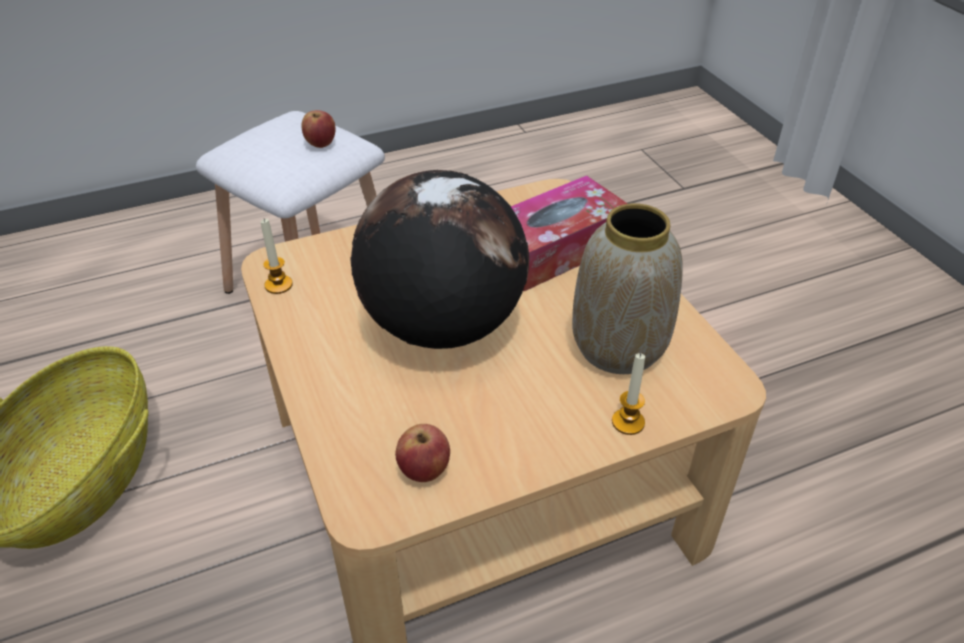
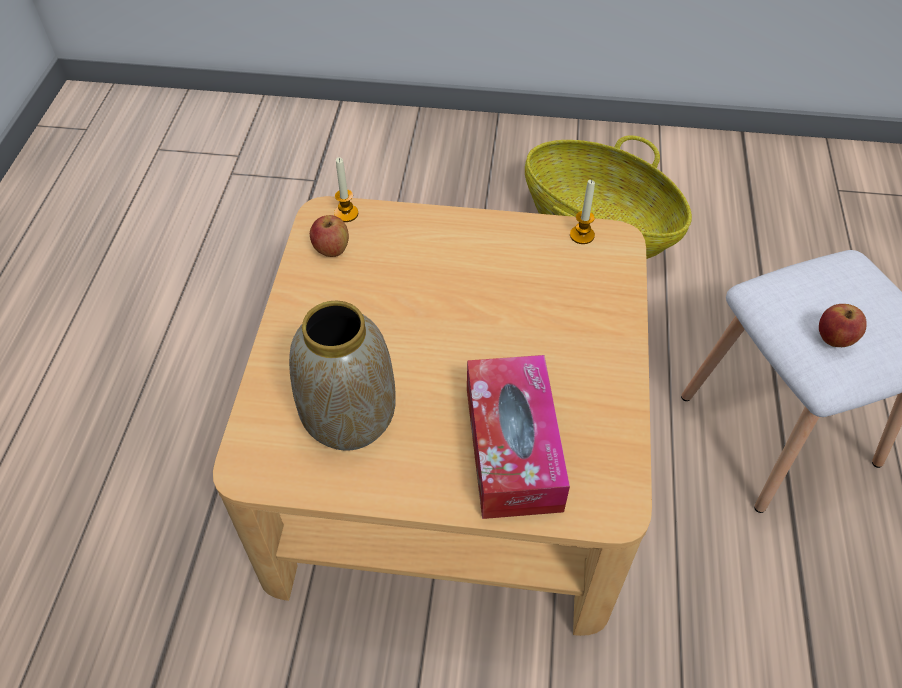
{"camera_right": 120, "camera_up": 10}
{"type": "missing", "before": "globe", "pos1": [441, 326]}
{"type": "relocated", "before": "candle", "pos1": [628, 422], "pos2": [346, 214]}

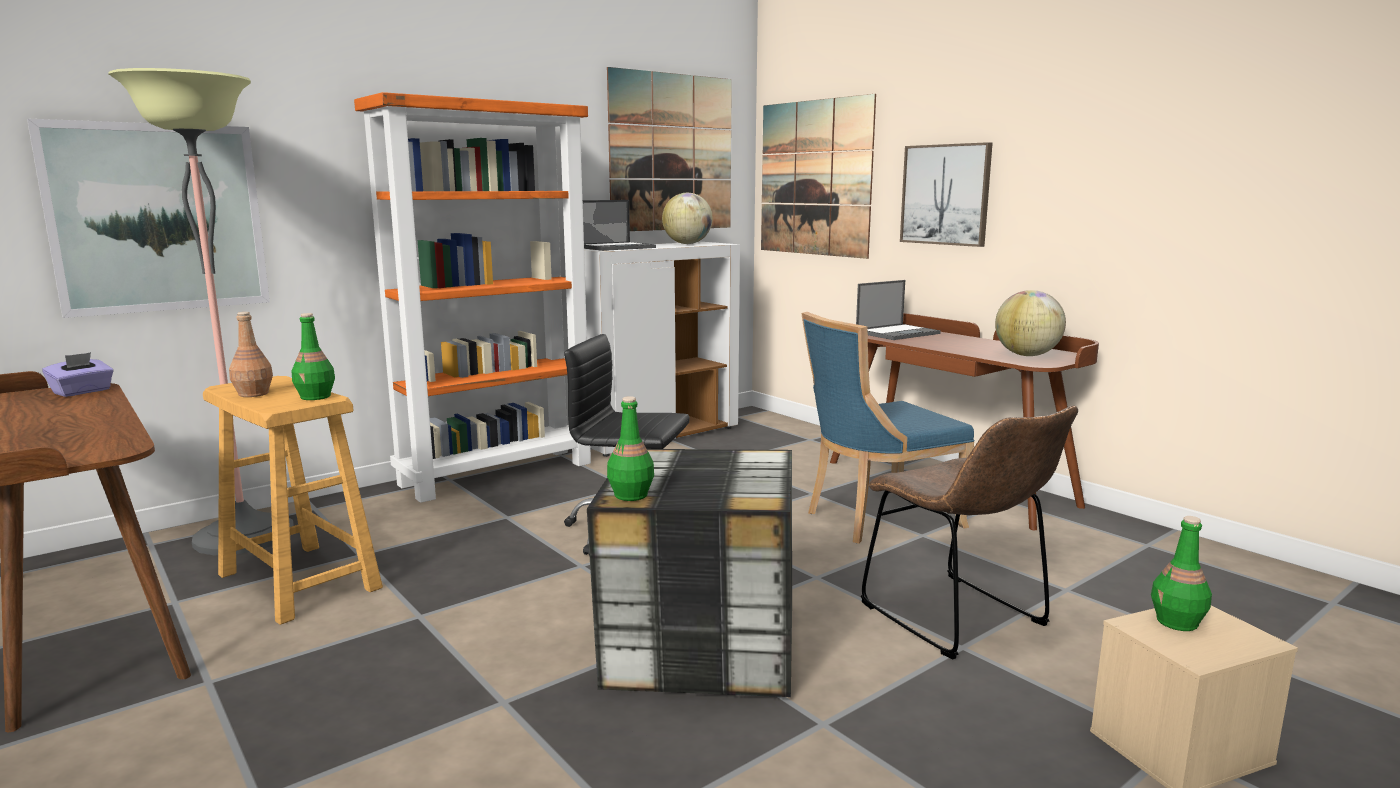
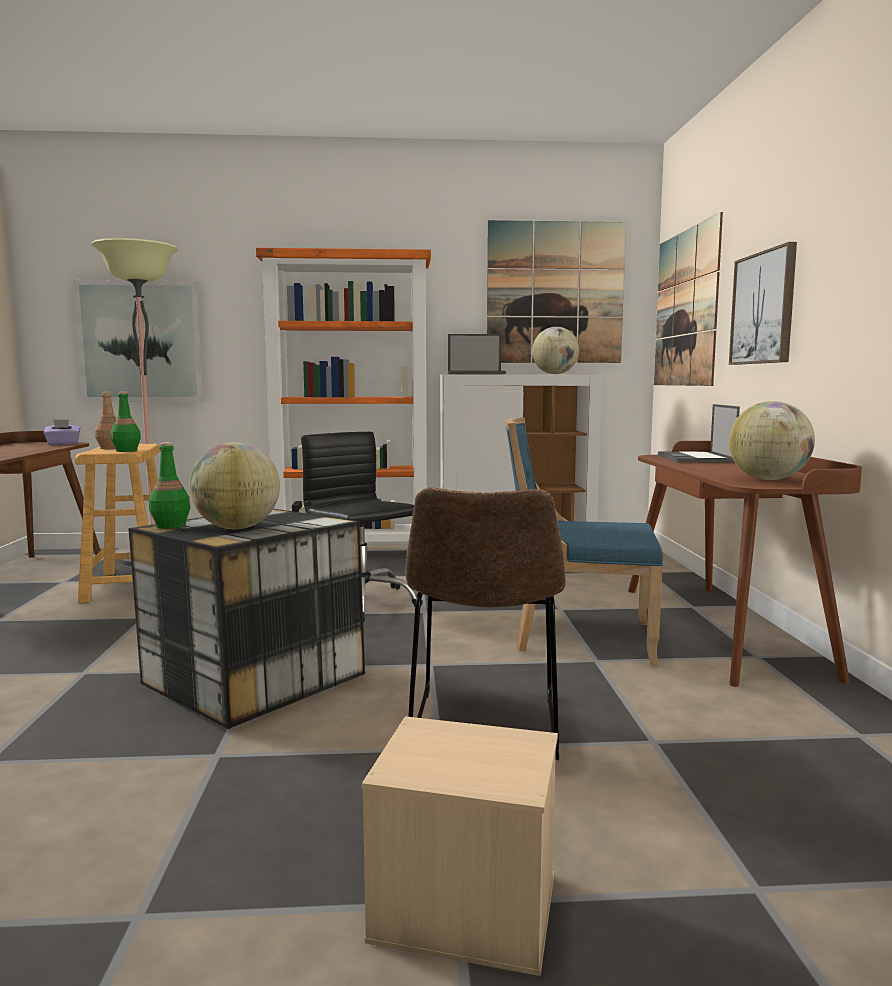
{"camera_right": 35, "camera_up": -5}
{"type": "missing", "before": "bottle in green", "pos1": [1177, 622]}
{"type": "appeared", "after": "globe", "pos2": [237, 528]}
{"type": "spun", "before": "laptop", "pos1": [898, 333], "pos2": [696, 458], "turn": 90}

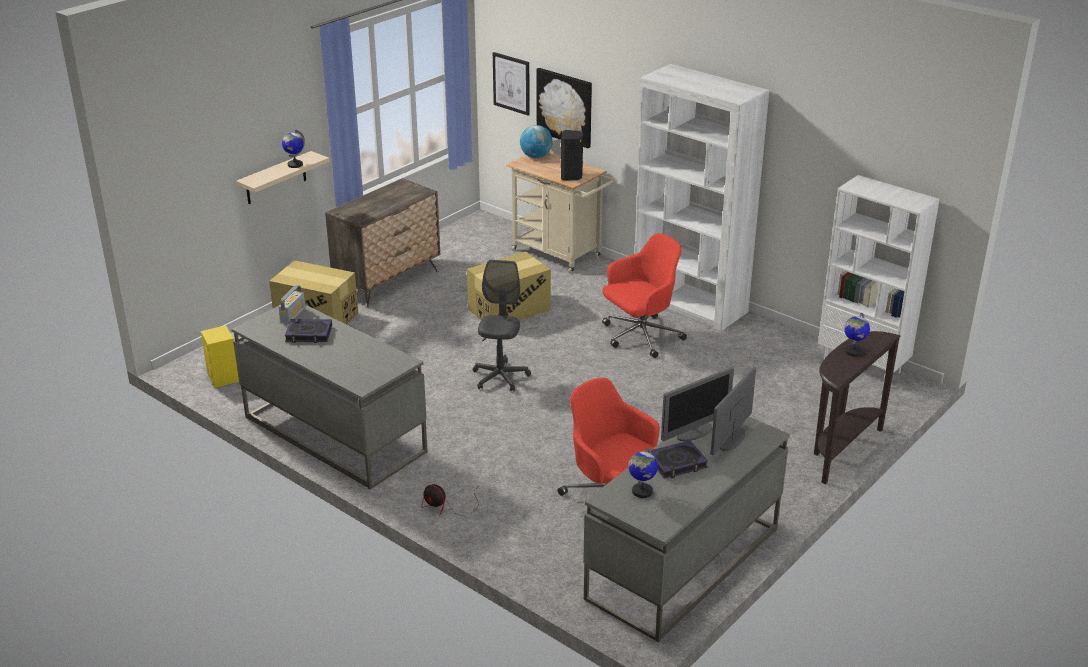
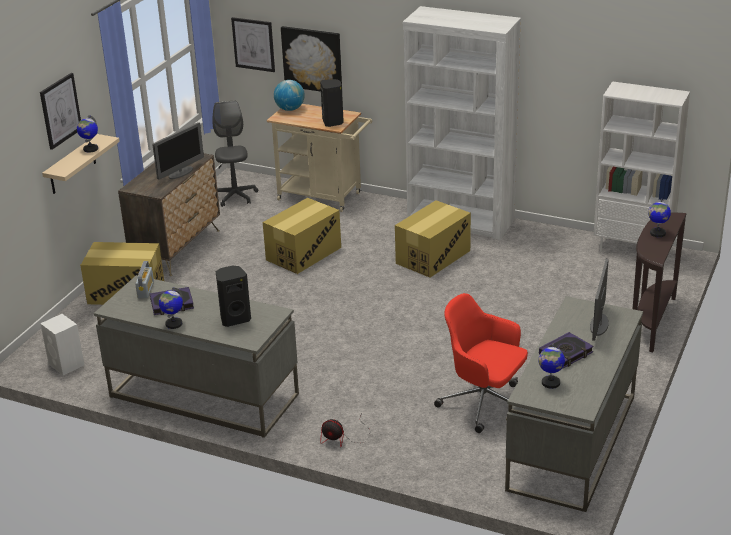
{"camera_right": -15, "camera_up": 0}
{"type": "appeared", "after": "picture", "pos2": [60, 110]}
{"type": "appeared", "after": "globe", "pos2": [173, 324]}
{"type": "appeared", "after": "speaker in black", "pos2": [234, 319]}
{"type": "relocated", "before": "office chair in grey", "pos1": [500, 377], "pos2": [235, 196]}
{"type": "relocated", "before": "monitor", "pos1": [695, 432], "pos2": [181, 173]}
{"type": "exchanged", "before": "office chair in red", "after": "cardboard box", "pos1": [640, 336], "pos2": [433, 257]}
{"type": "colour", "before": "speaker in yellow", "after": "speaker in white", "pos1": [223, 378], "pos2": [67, 365]}

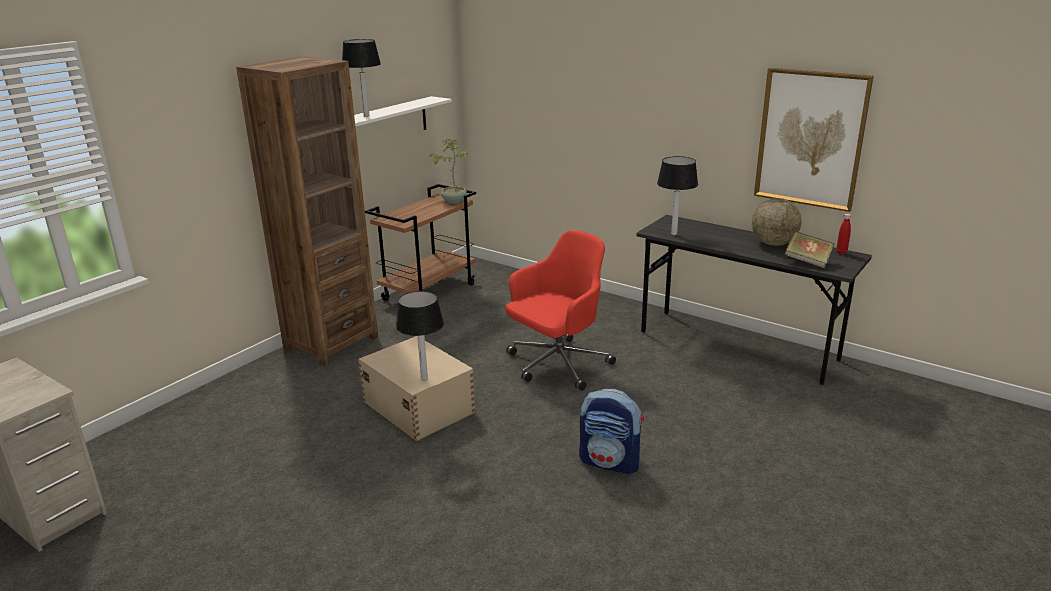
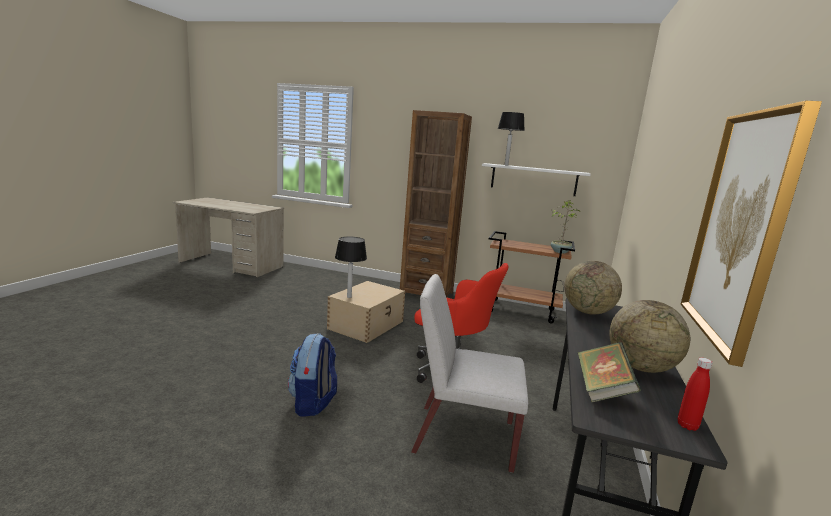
{"camera_right": 70, "camera_up": -10}
{"type": "appeared", "after": "chair in white", "pos2": [462, 437]}
{"type": "exchanged", "before": "table lamp", "after": "globe", "pos1": [674, 233], "pos2": [587, 312]}

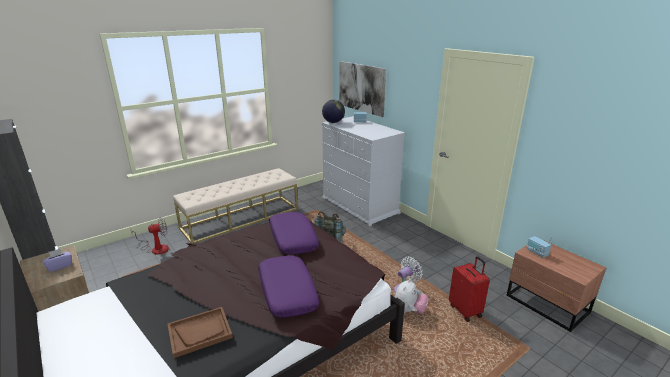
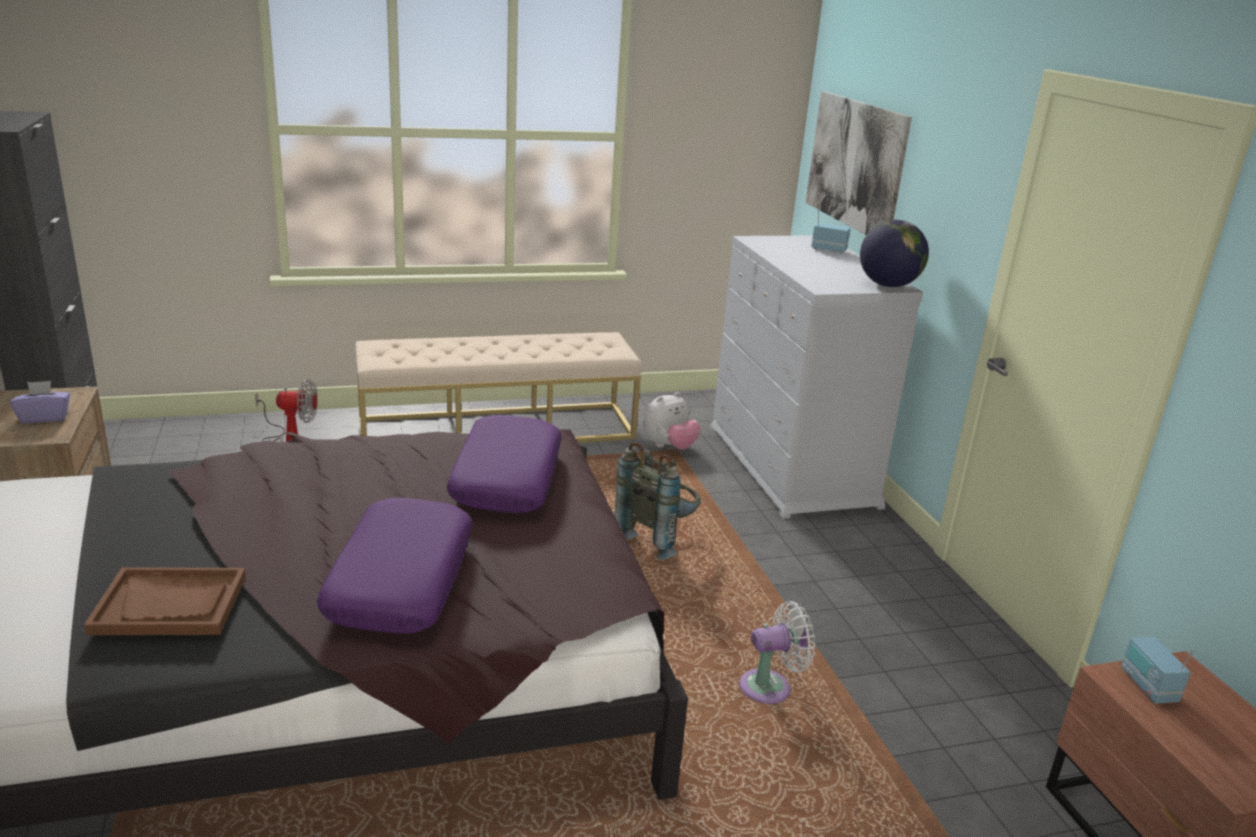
{"camera_right": 20, "camera_up": 0}
{"type": "missing", "before": "suitcase in red", "pos1": [465, 310]}
{"type": "relocated", "before": "globe", "pos1": [333, 122], "pos2": [888, 285]}
{"type": "relocated", "before": "plush toy", "pos1": [409, 311], "pos2": [669, 447]}

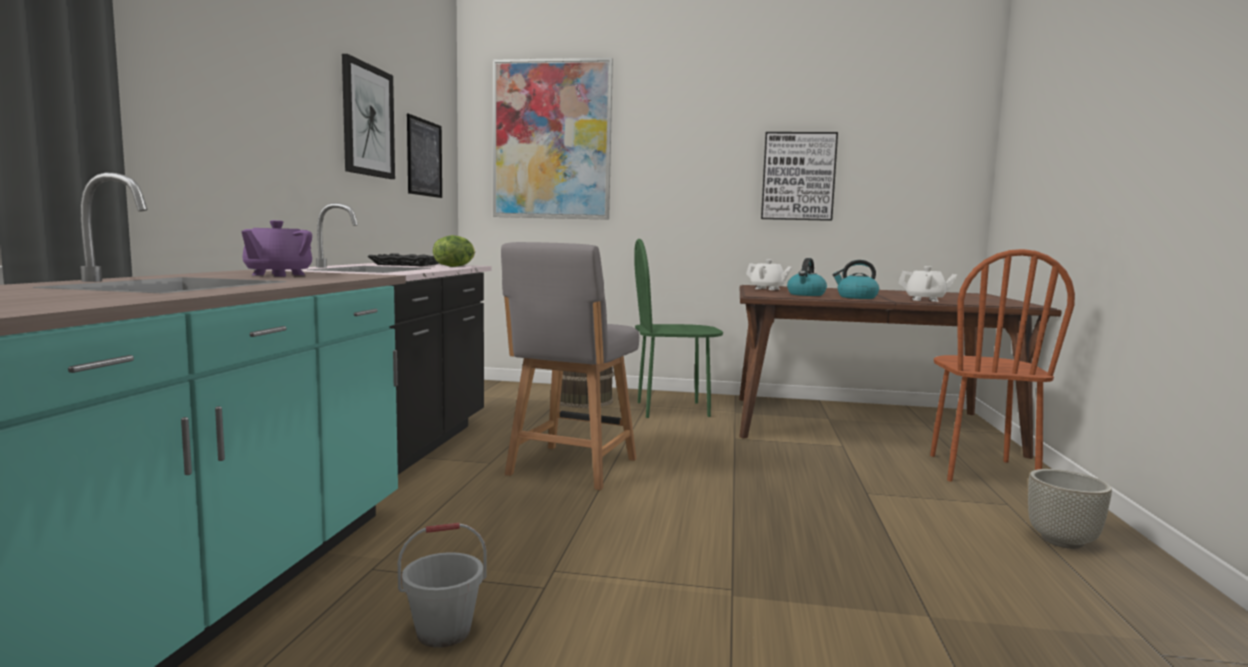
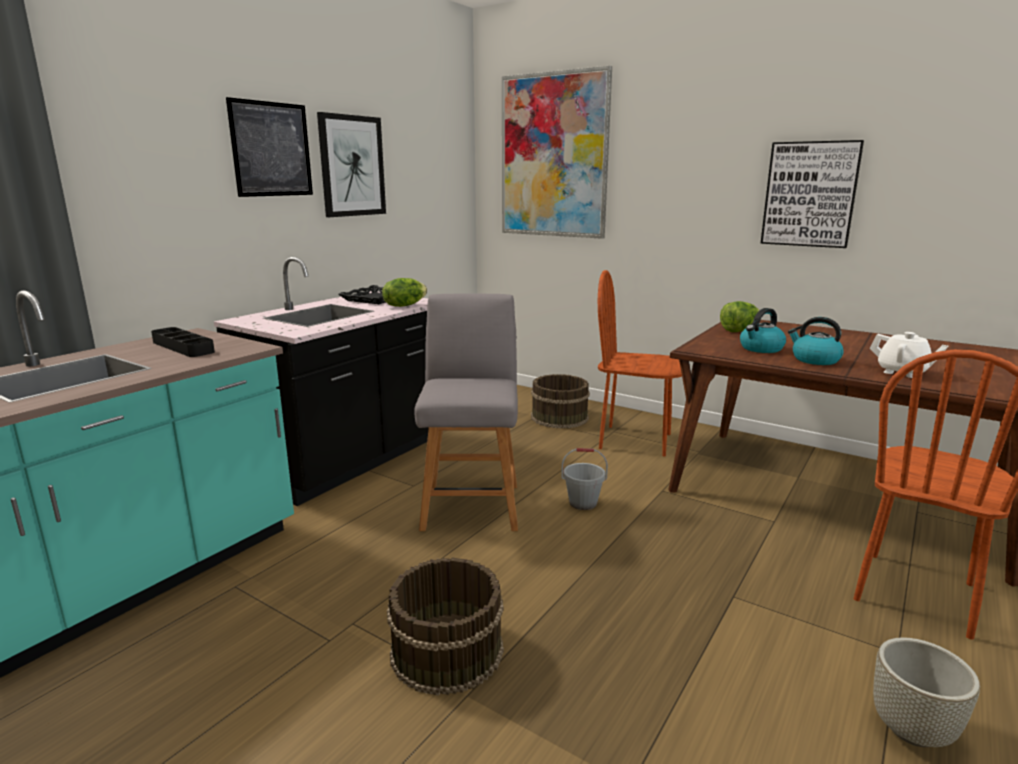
{"camera_right": 25, "camera_up": 10}
{"type": "appeared", "after": "bucket in brown", "pos2": [446, 650]}
{"type": "relocated", "before": "bucket in grey", "pos1": [444, 632], "pos2": [583, 503]}
{"type": "relocated", "before": "picture", "pos1": [424, 158], "pos2": [271, 149]}
{"type": "exchanged", "before": "teapot in purple", "after": "tray in black", "pos1": [278, 275], "pos2": [183, 347]}
{"type": "exchanged", "before": "teapot in white", "after": "lettuce", "pos1": [767, 289], "pos2": [739, 330]}
{"type": "colour", "before": "chair in green", "after": "chair in brown", "pos1": [672, 409], "pos2": [635, 441]}
{"type": "spun", "before": "chair in grey", "pos1": [570, 468], "pos2": [471, 504], "turn": 135}

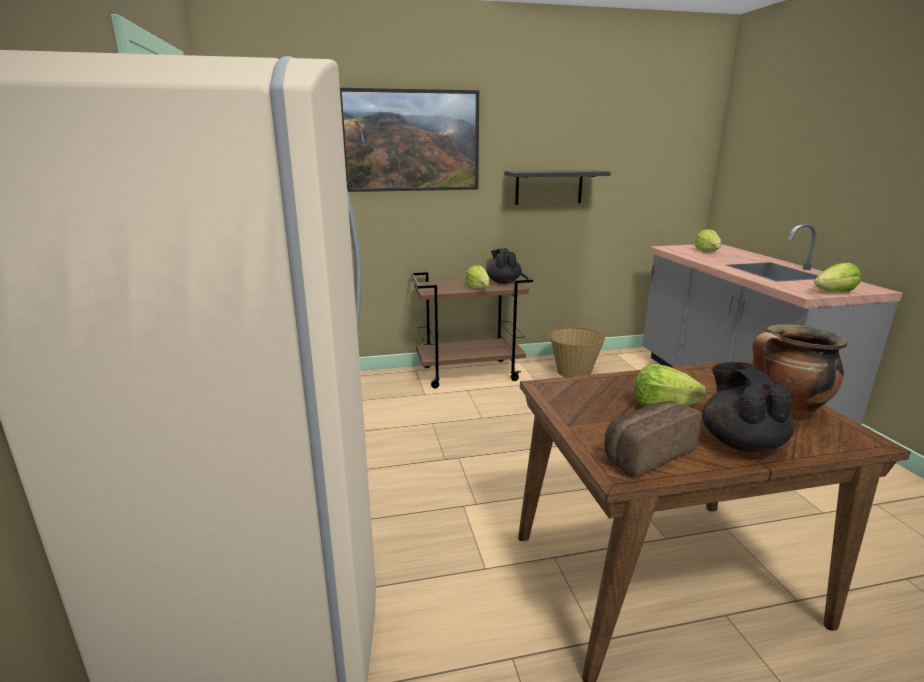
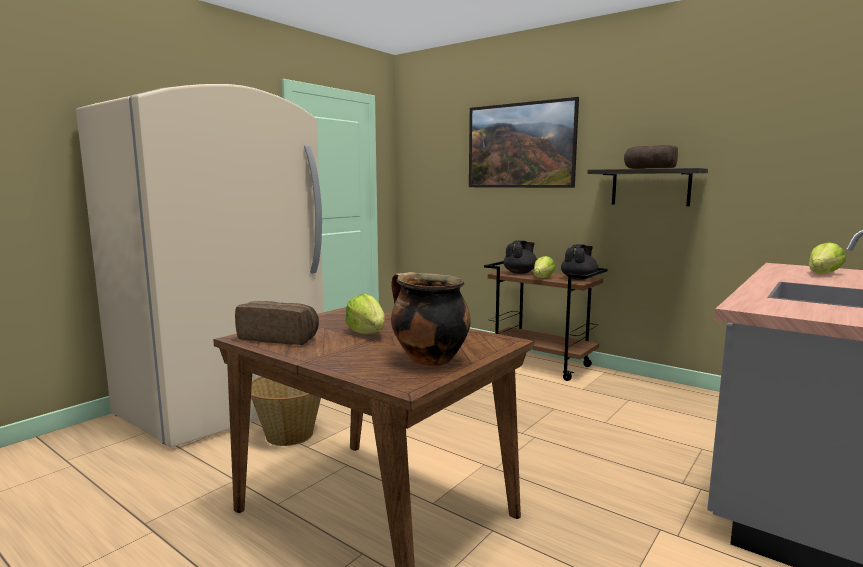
{"camera_right": 50, "camera_up": -10}
{"type": "missing", "before": "lettuce", "pos1": [834, 292]}
{"type": "appeared", "after": "bread", "pos2": [648, 168]}
{"type": "relocated", "before": "basket", "pos1": [573, 372], "pos2": [289, 434]}
{"type": "relocated", "before": "teapot in black", "pos1": [740, 442], "pos2": [520, 273]}

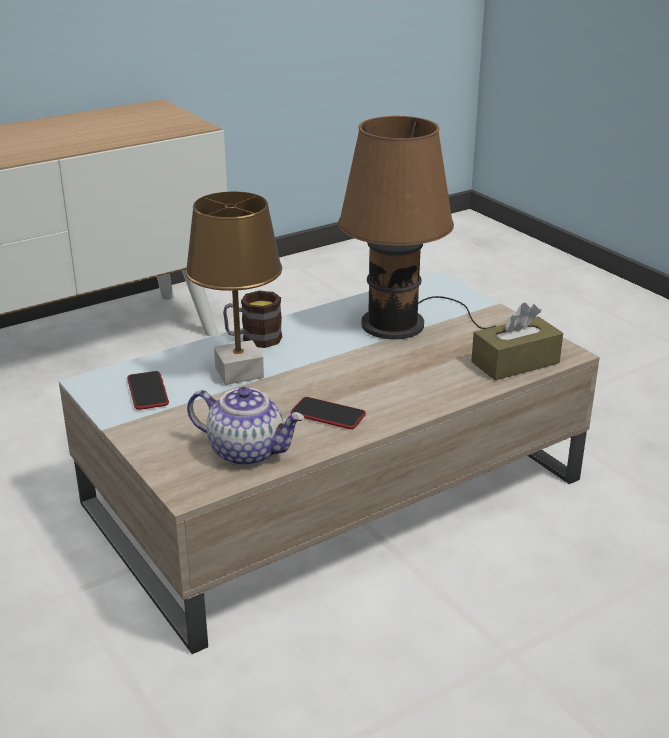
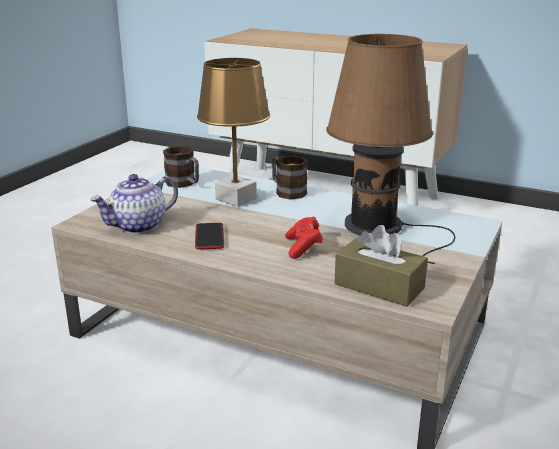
{"camera_right": 60, "camera_up": -5}
{"type": "appeared", "after": "game controller in red", "pos2": [303, 247]}
{"type": "exchanged", "before": "phone", "after": "mug", "pos1": [147, 391], "pos2": [184, 184]}
{"type": "spun", "before": "teapot", "pos1": [248, 451], "pos2": [138, 226], "turn": 60}

